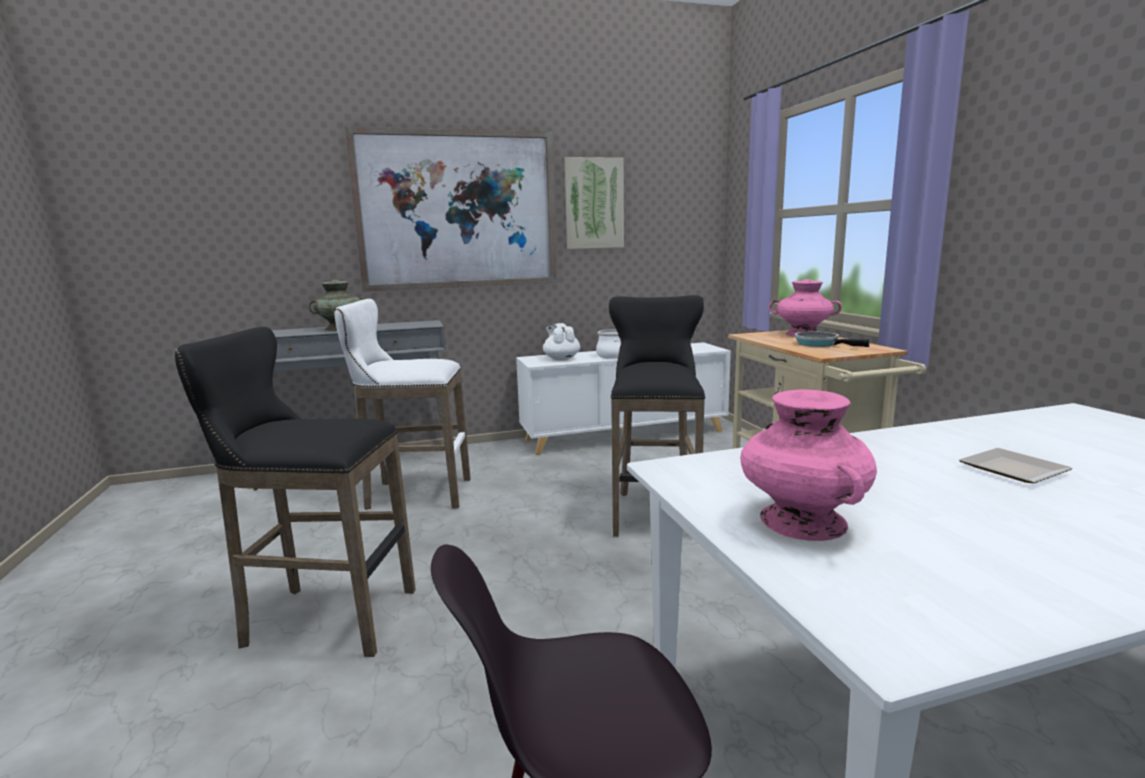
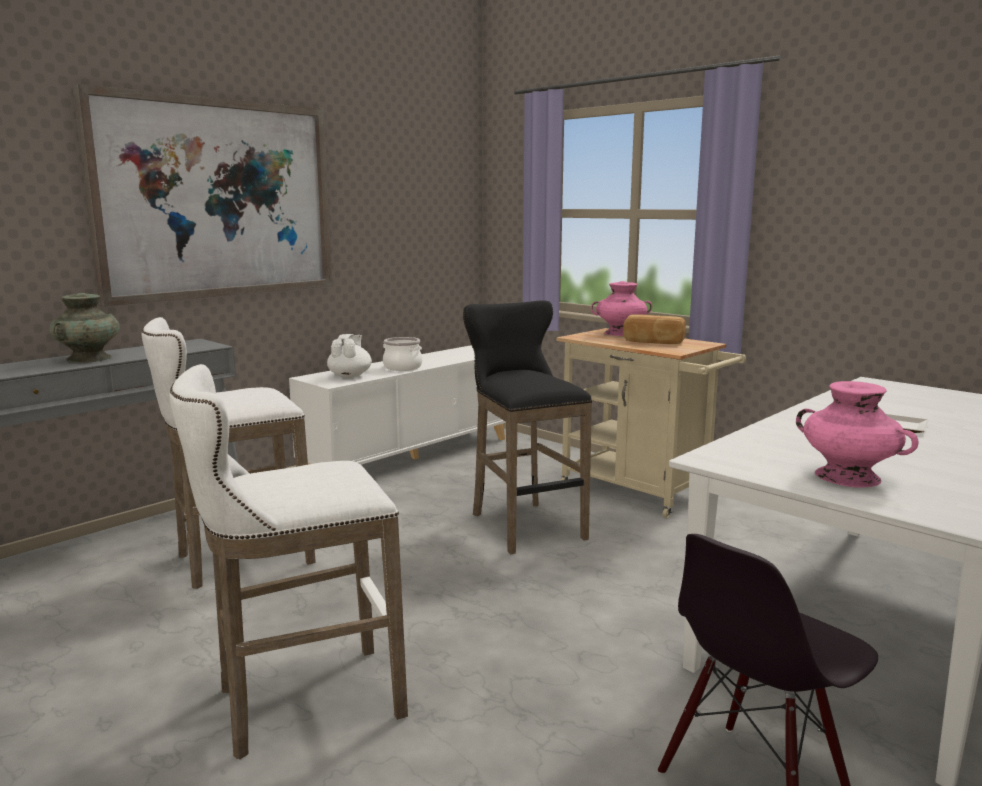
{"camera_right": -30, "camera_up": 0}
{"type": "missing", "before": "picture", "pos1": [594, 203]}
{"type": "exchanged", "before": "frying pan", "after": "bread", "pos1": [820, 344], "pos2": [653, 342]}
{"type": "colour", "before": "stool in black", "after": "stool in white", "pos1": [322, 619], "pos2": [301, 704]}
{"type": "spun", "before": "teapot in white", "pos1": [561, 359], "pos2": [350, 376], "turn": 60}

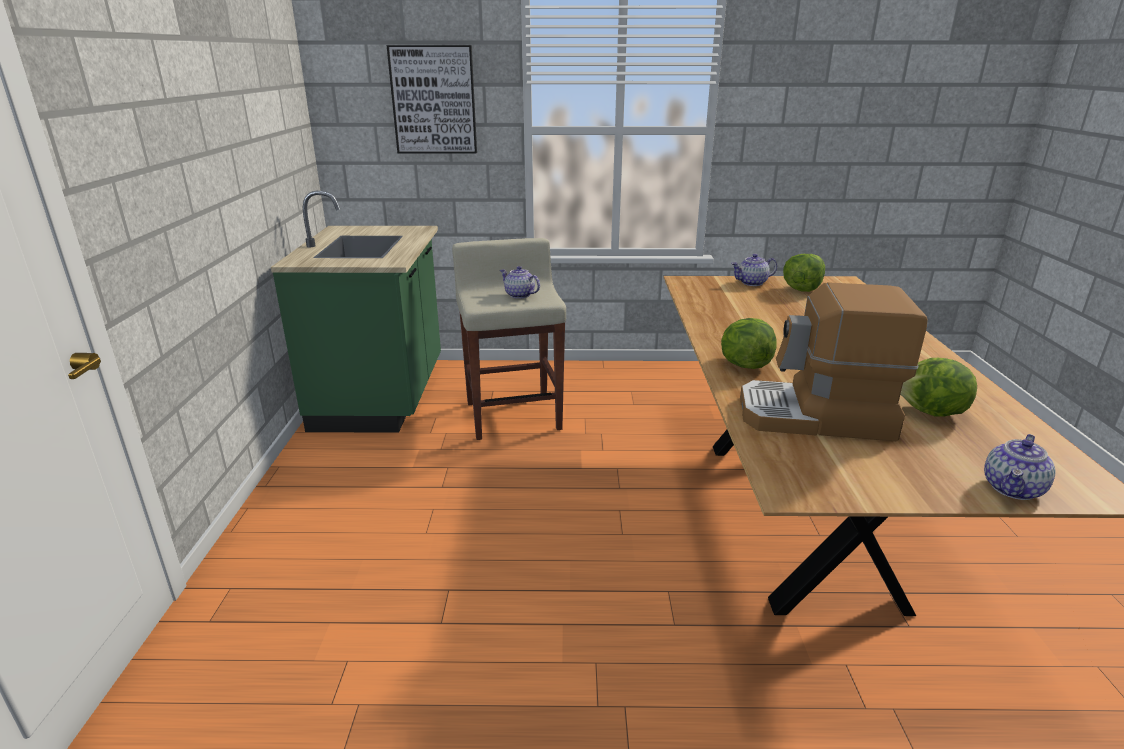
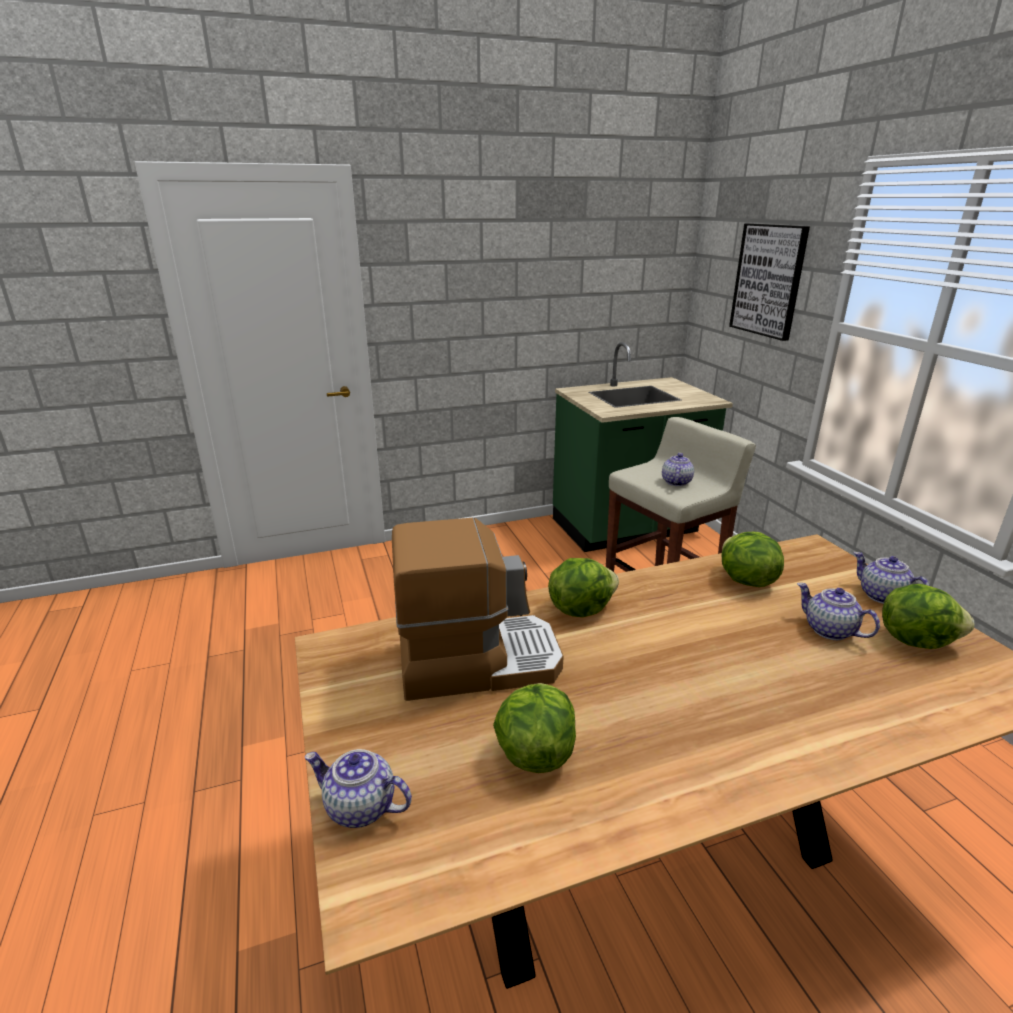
{"camera_right": 70, "camera_up": 0}
{"type": "appeared", "after": "lettuce", "pos2": [745, 581]}
{"type": "appeared", "after": "teapot", "pos2": [829, 630]}
{"type": "spun", "before": "coffee machine", "pos1": [816, 416], "pos2": [477, 660], "turn": 90}

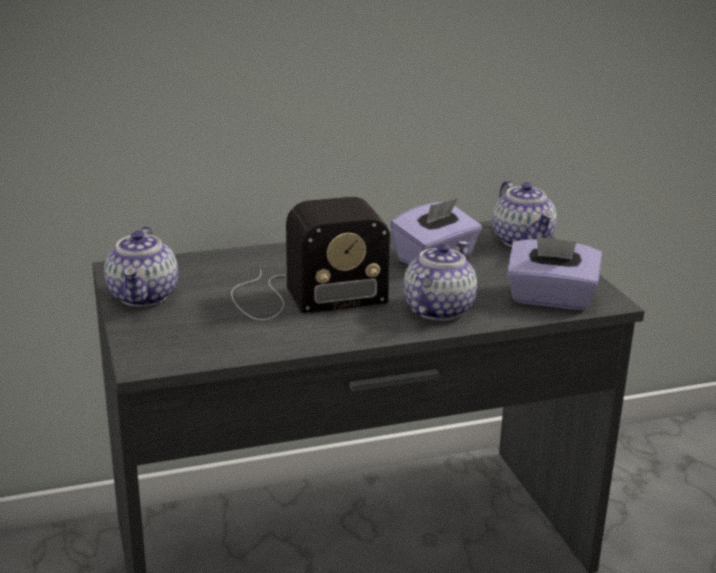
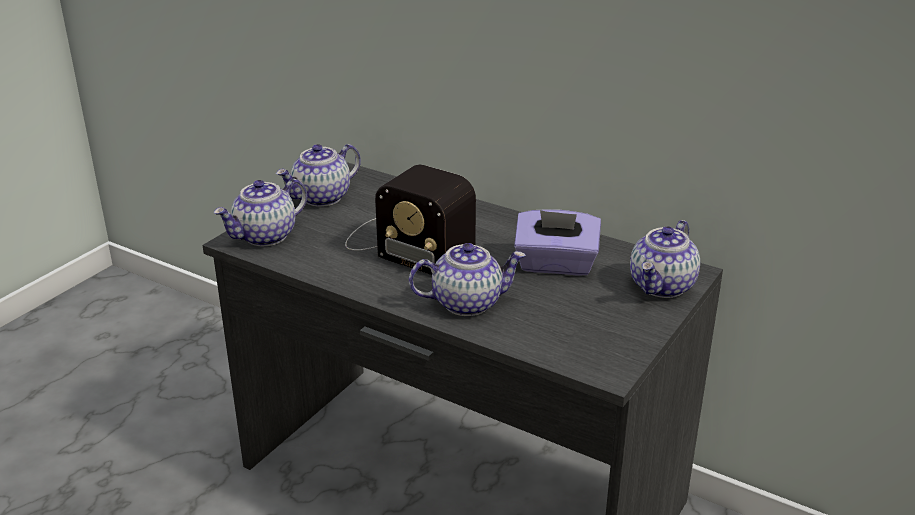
{"camera_right": 50, "camera_up": 5}
{"type": "missing", "before": "tissue box in purple", "pos1": [550, 299]}
{"type": "appeared", "after": "teapot", "pos2": [265, 236]}

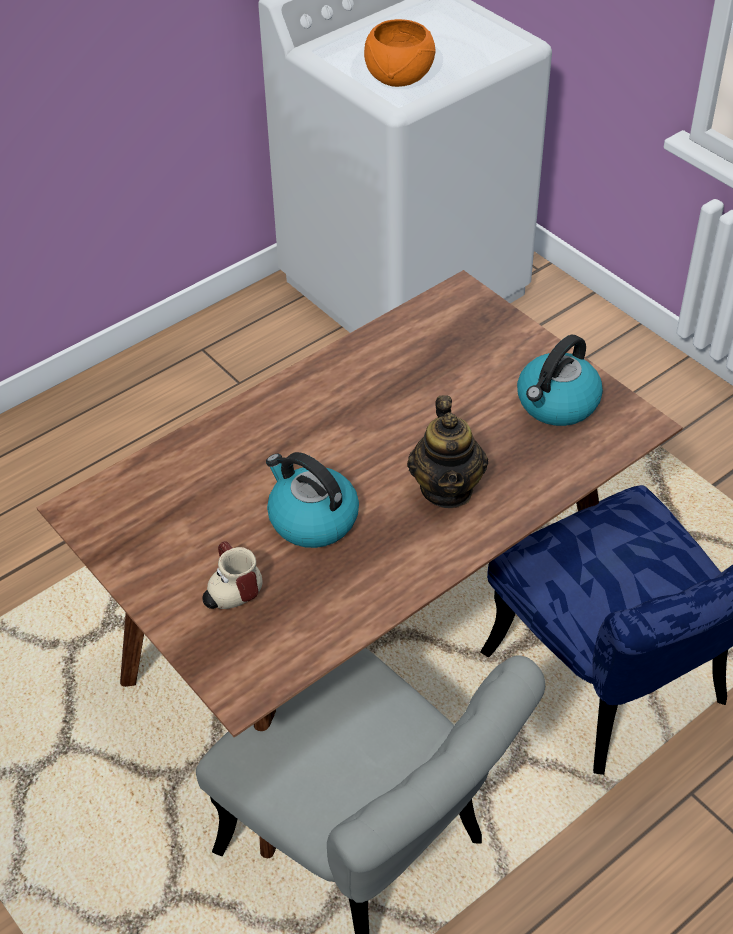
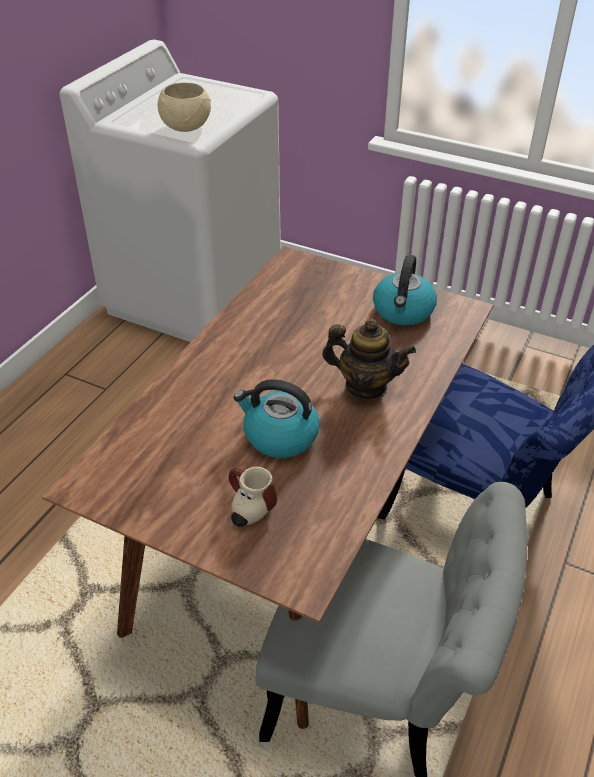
{"camera_right": -25, "camera_up": -5}
{"type": "colour", "before": "bowl in orange", "after": "bowl in beige", "pos1": [398, 78], "pos2": [185, 127]}
{"type": "spun", "before": "teapot", "pos1": [447, 488], "pos2": [366, 386], "turn": -45}

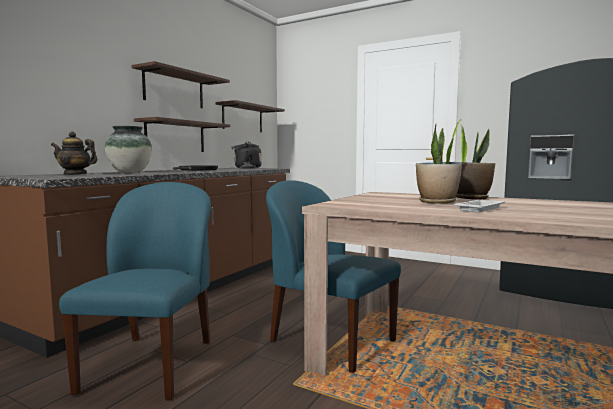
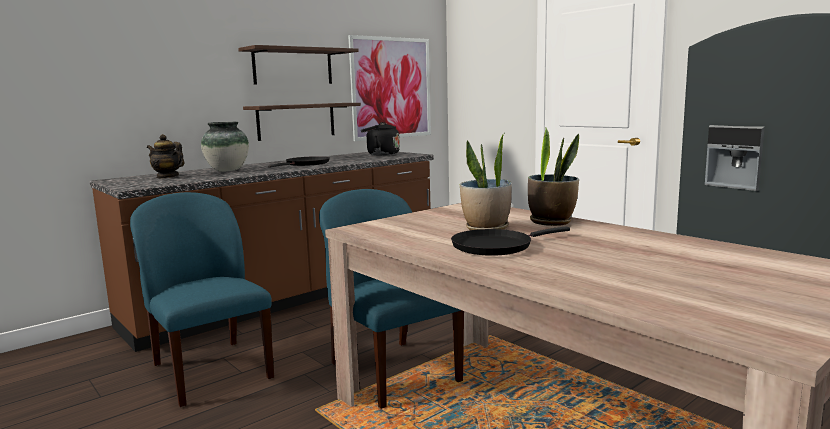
{"camera_right": 20, "camera_up": 5}
{"type": "exchanged", "before": "shelf", "after": "picture", "pos1": [242, 118], "pos2": [391, 88]}
{"type": "exchanged", "before": "tray in white", "after": "frying pan in black", "pos1": [480, 209], "pos2": [496, 246]}
{"type": "spun", "before": "chair in blue", "pos1": [151, 364], "pos2": [210, 370], "turn": -60}

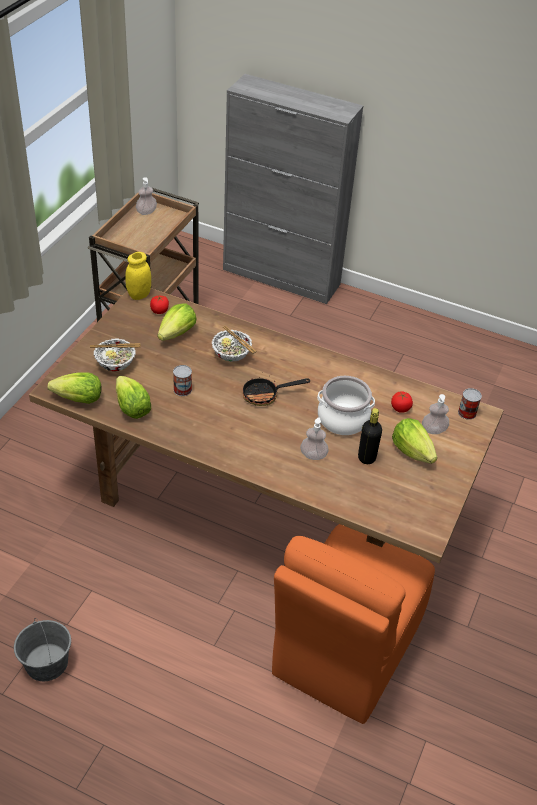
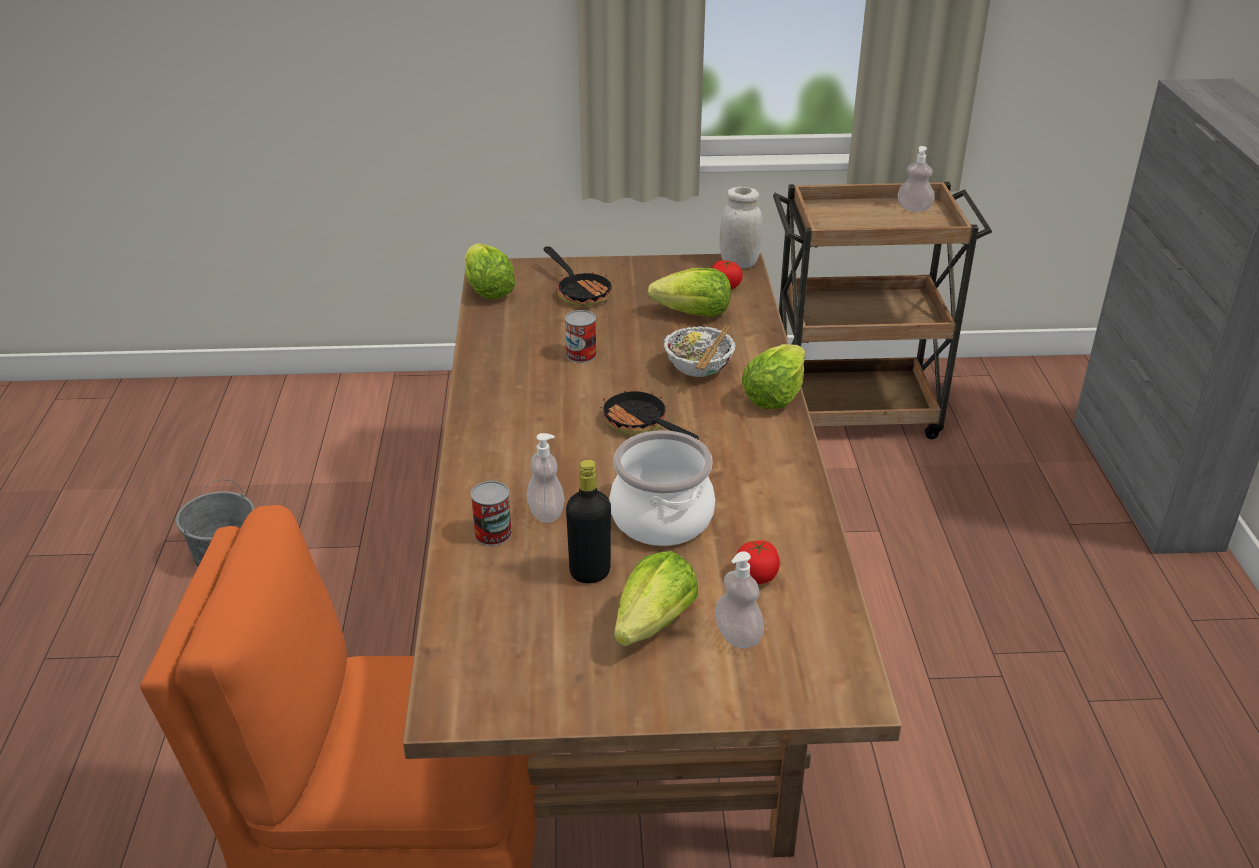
{"camera_right": 65, "camera_up": -10}
{"type": "relocated", "before": "lettuce", "pos1": [132, 408], "pos2": [774, 397]}
{"type": "relocated", "before": "can", "pos1": [467, 413], "pos2": [493, 533]}
{"type": "exchanged", "before": "bowl", "after": "frying pan", "pos1": [115, 364], "pos2": [580, 292]}
{"type": "colour", "before": "jar in yellow", "after": "jar in white", "pos1": [139, 295], "pos2": [739, 263]}

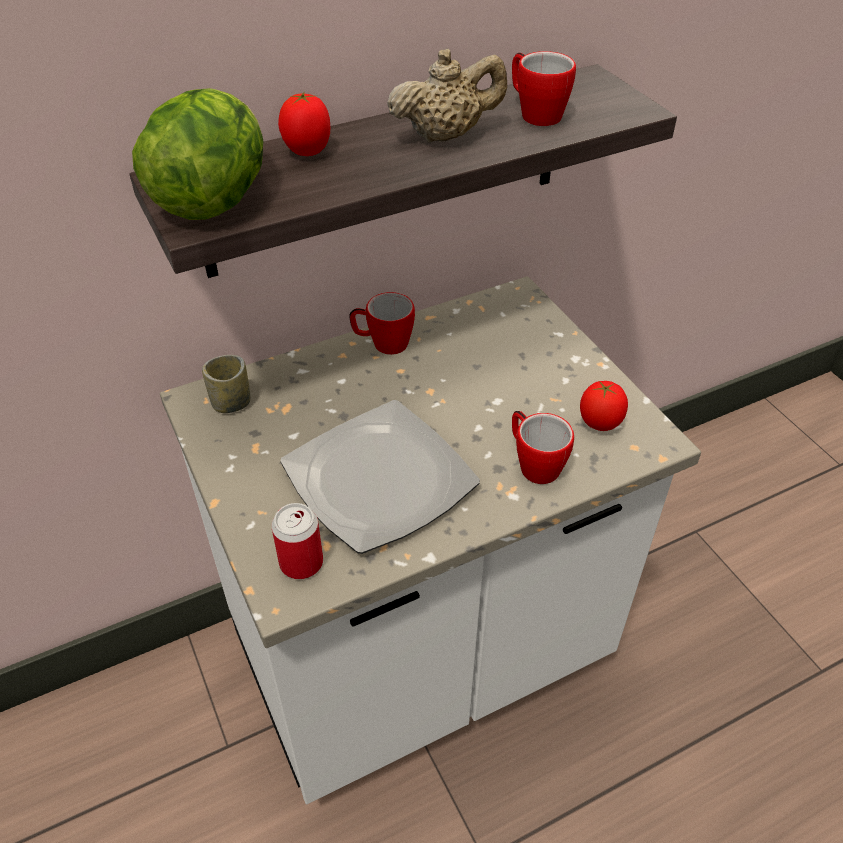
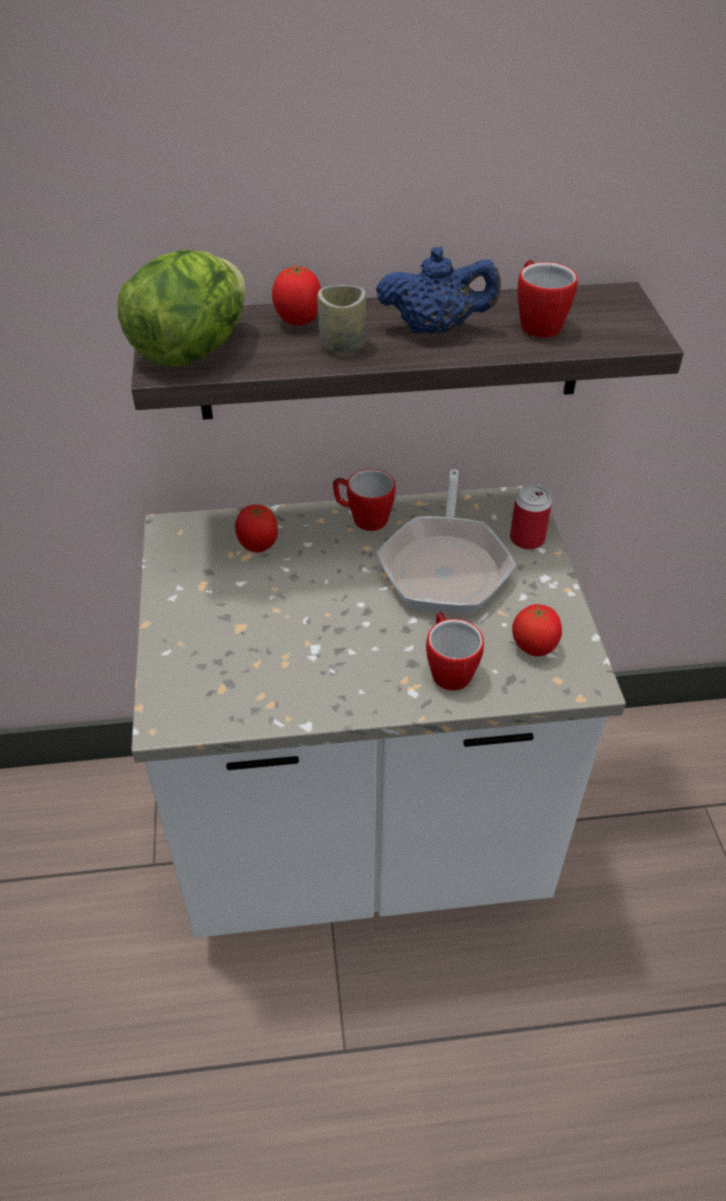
{"camera_right": 20, "camera_up": 0}
{"type": "missing", "before": "plate", "pos1": [377, 479]}
{"type": "appeared", "after": "tomato", "pos2": [258, 547]}
{"type": "appeared", "after": "frying pan", "pos2": [446, 566]}
{"type": "relocated", "before": "cup", "pos1": [231, 403], "pos2": [342, 345]}
{"type": "relocated", "before": "can", "pos1": [301, 562], "pos2": [527, 539]}
{"type": "colour", "before": "teapot in beige", "after": "teapot in blue", "pos1": [446, 135], "pos2": [435, 329]}

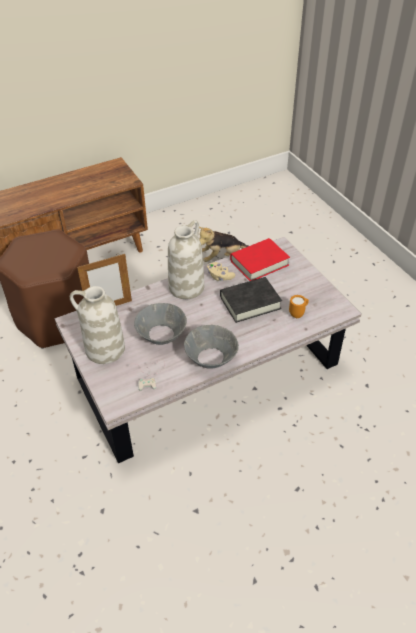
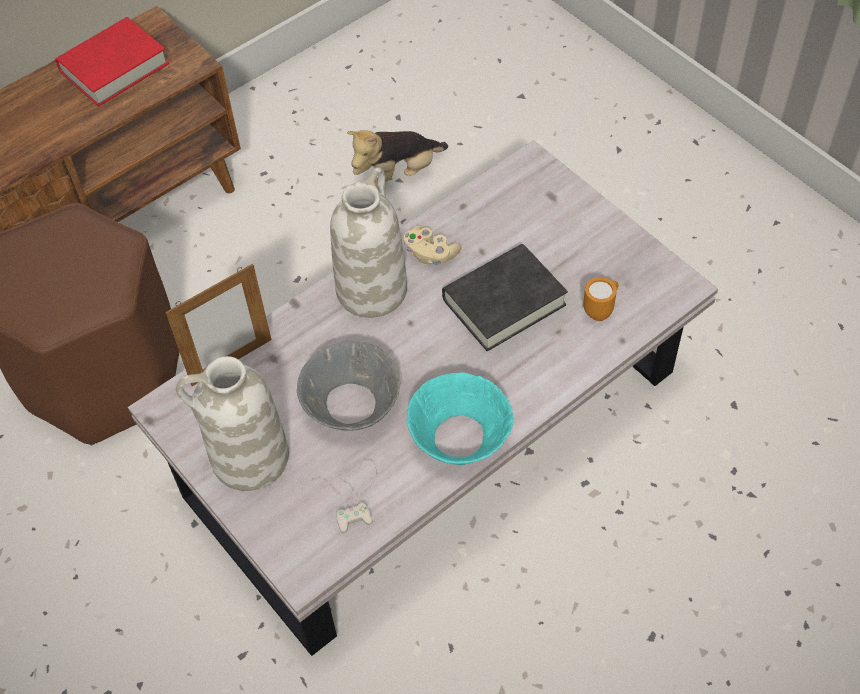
{"camera_right": -10, "camera_up": 10}
{"type": "relocated", "before": "book in red", "pos1": [259, 263], "pos2": [114, 68]}
{"type": "colour", "before": "bowl in grey", "after": "bowl in turquoise", "pos1": [211, 358], "pos2": [460, 437]}

